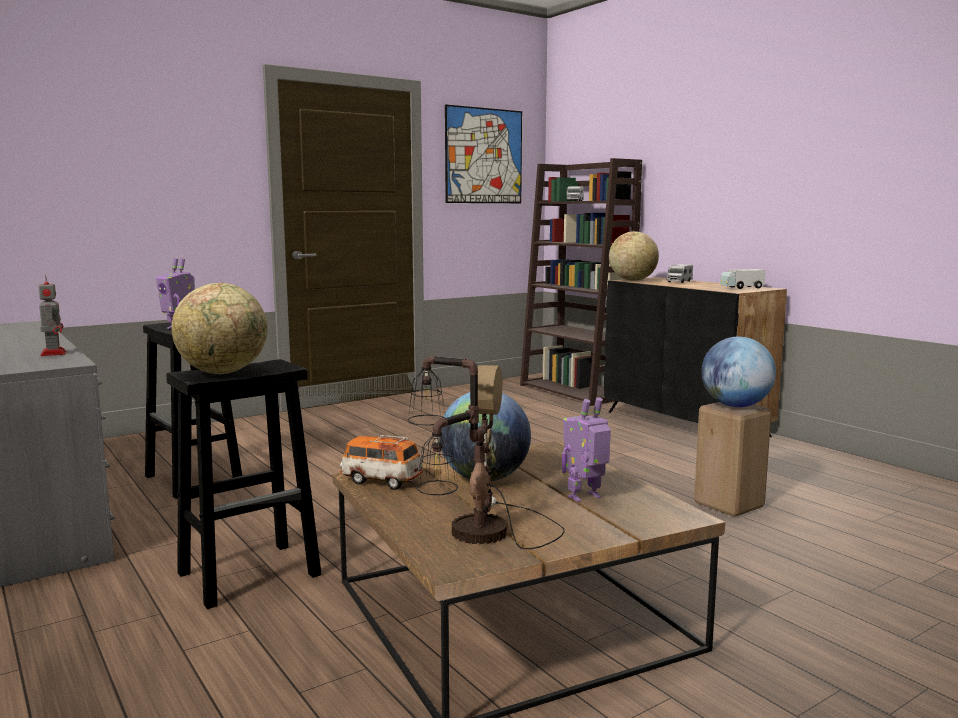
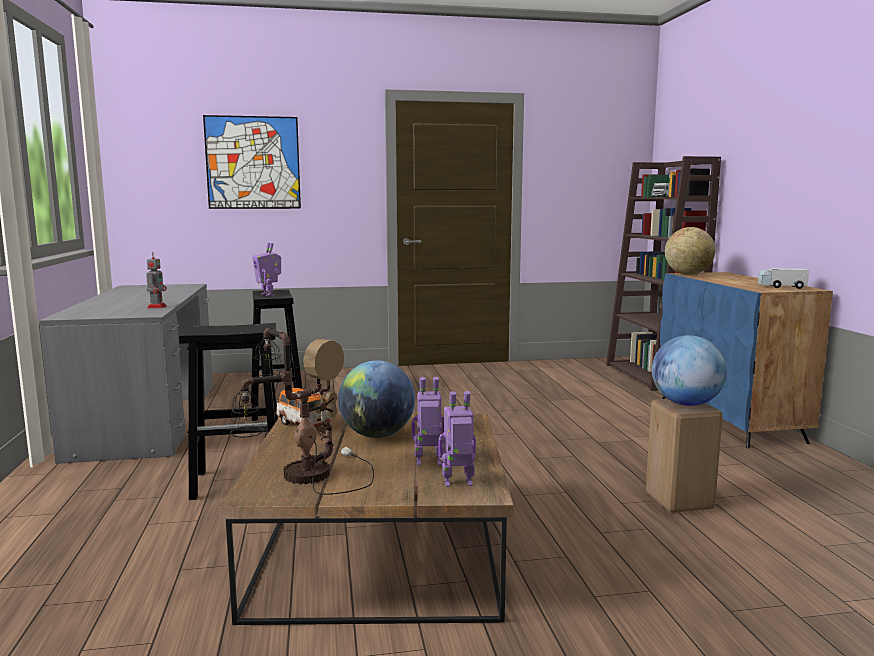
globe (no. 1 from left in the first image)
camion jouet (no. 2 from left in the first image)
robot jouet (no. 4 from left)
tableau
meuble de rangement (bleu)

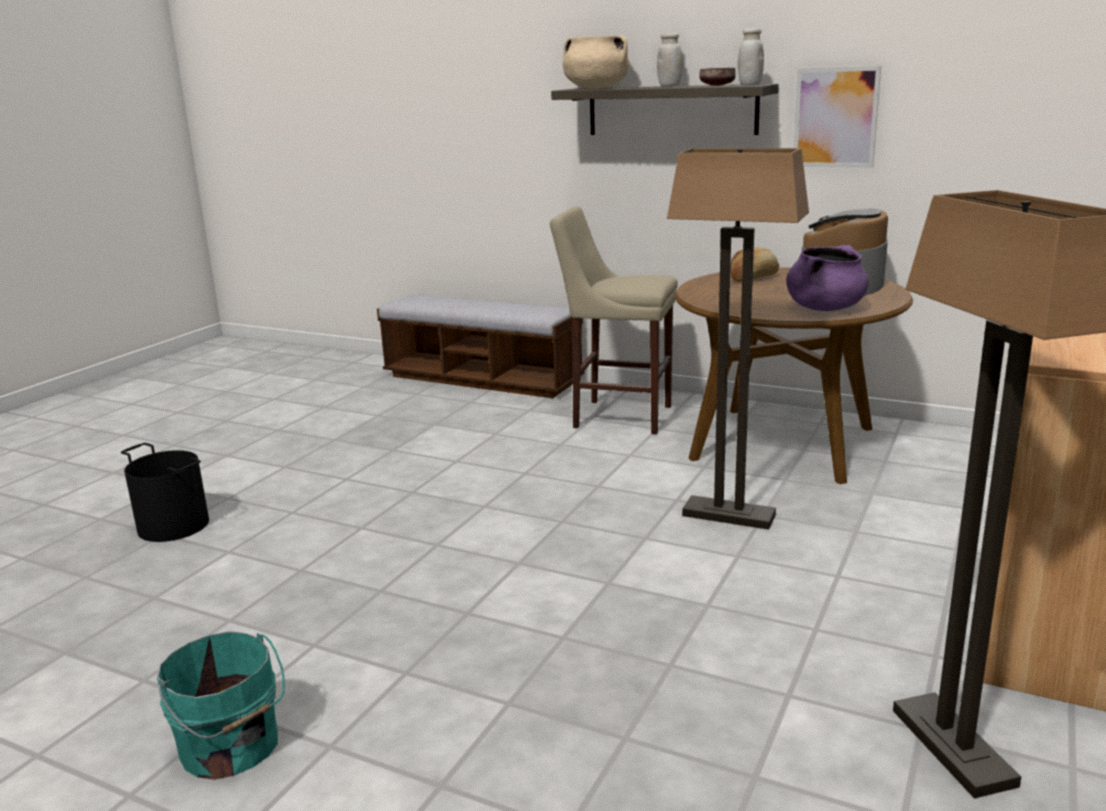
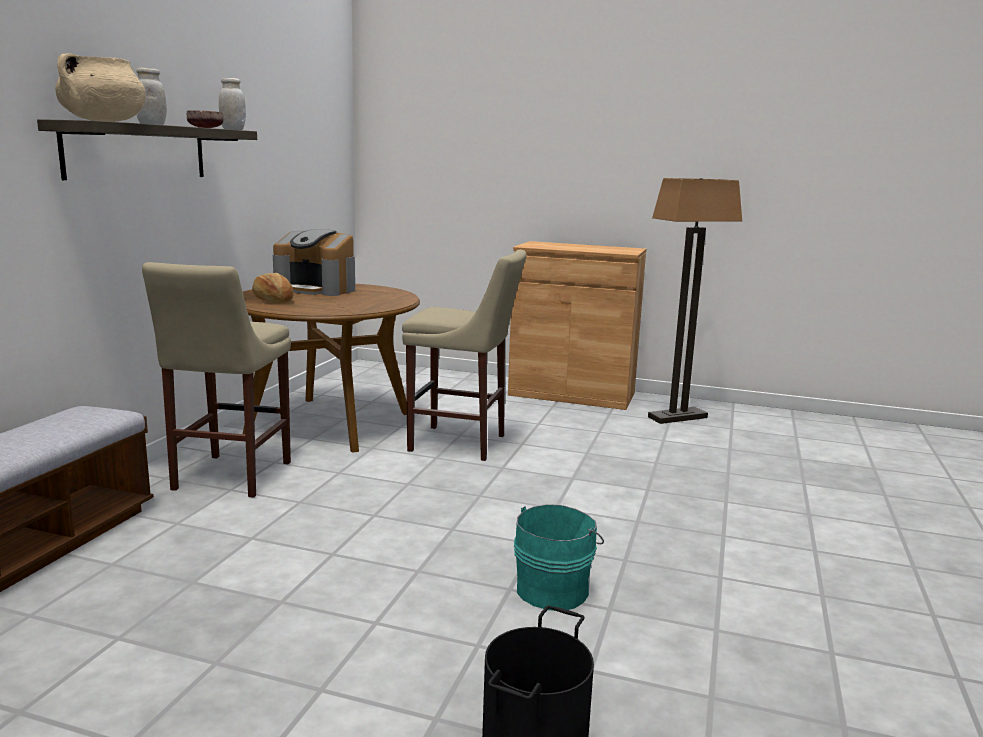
marmite (violet)
tableau
seau (turquoise)
tabouret (beige) (no. 2 from left)

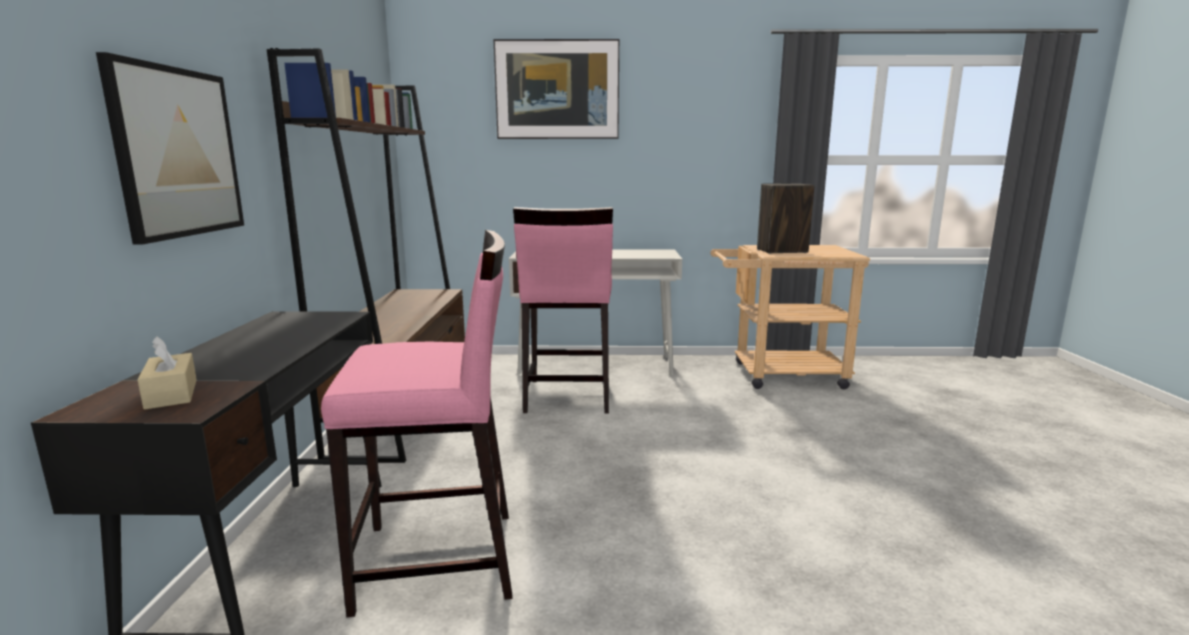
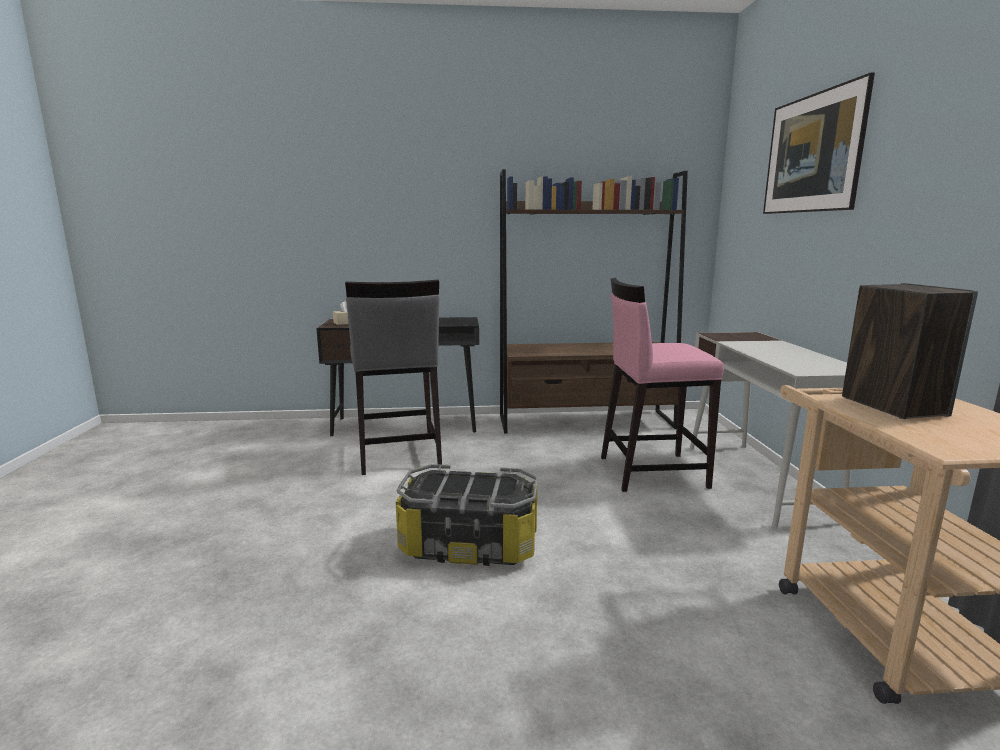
tableau (no. 1 from left in the first image)
boîte de rangement
tabouret (gris)

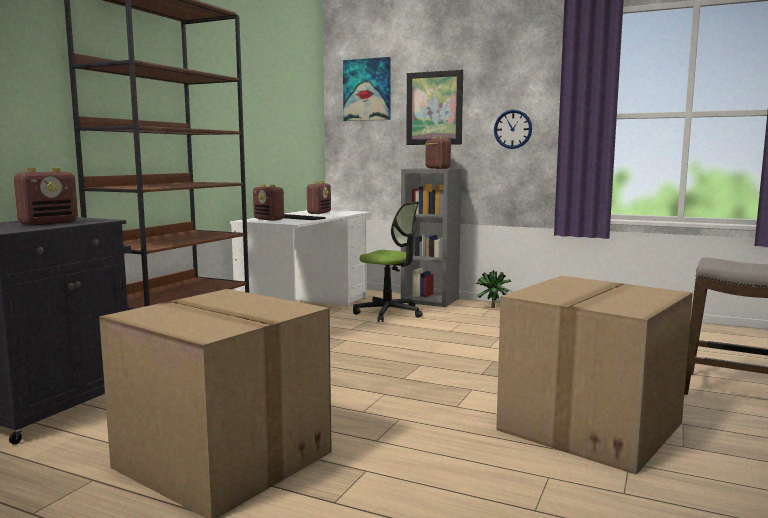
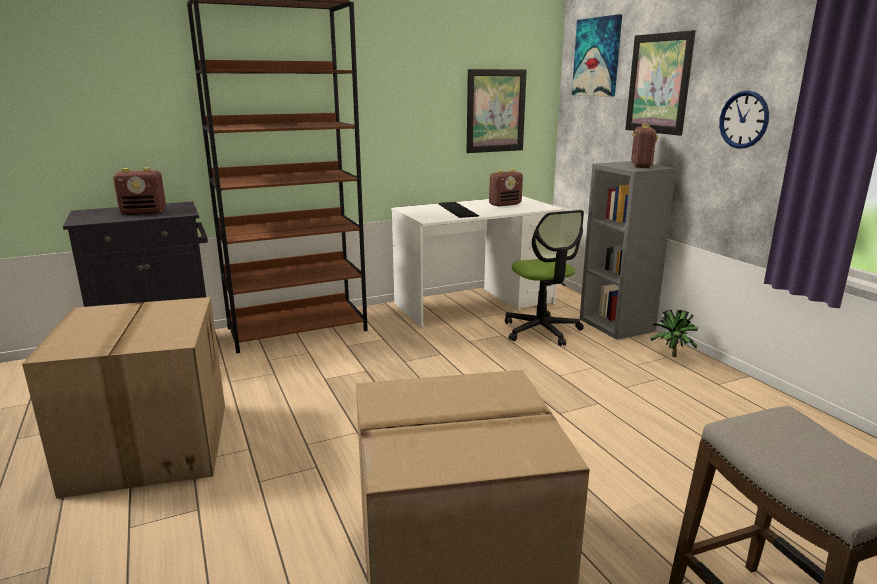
radio (no. 2 from left in the first image)
tableau (no. 1 from left)

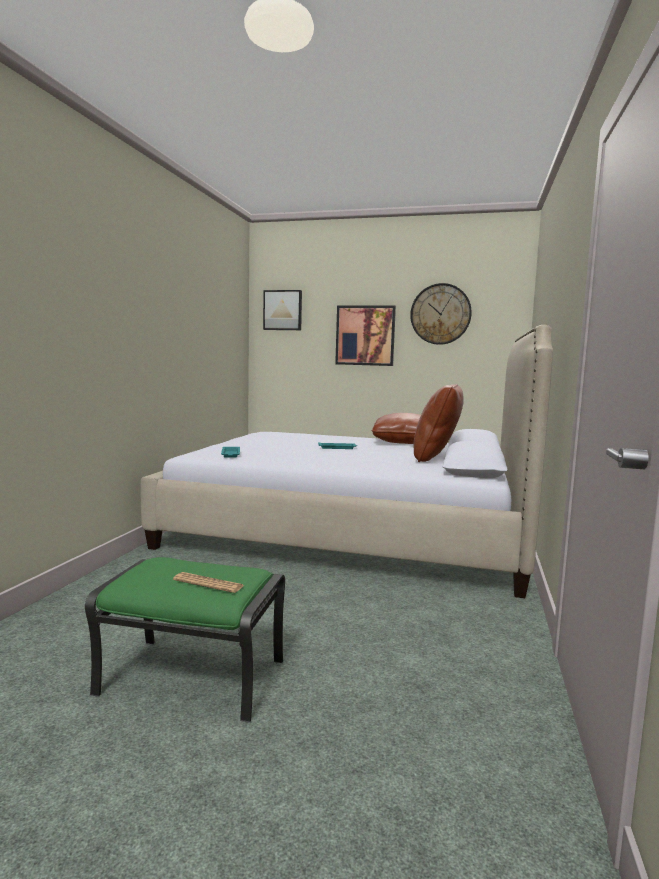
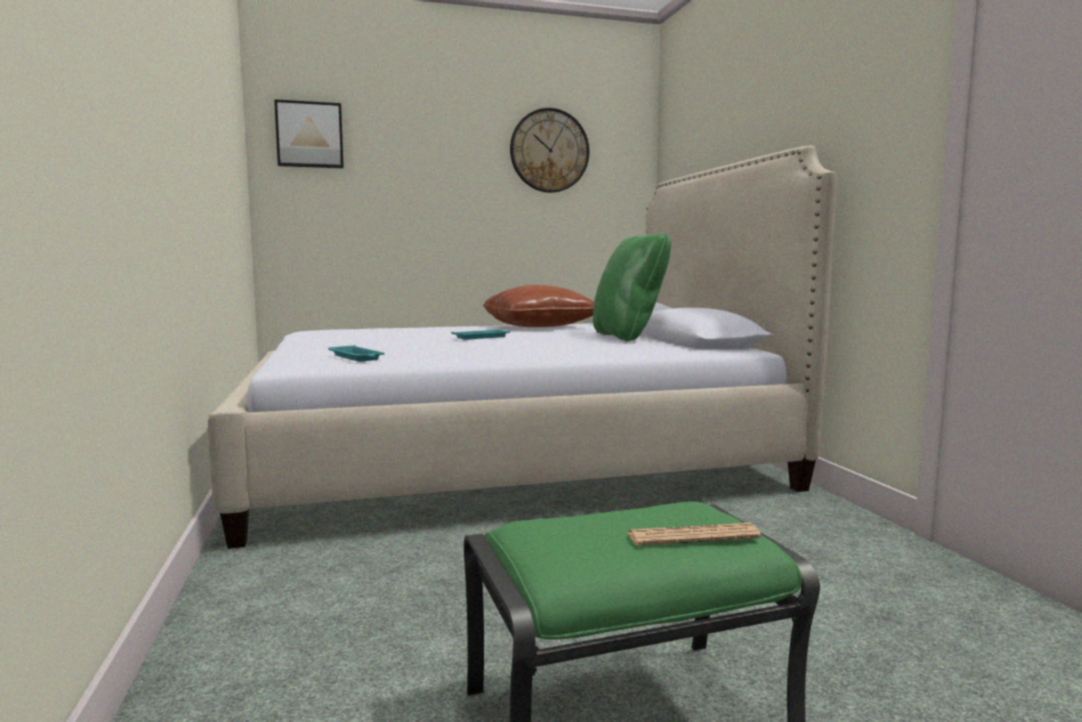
tableau (no. 2 from left in the first image)
coussin (vert)

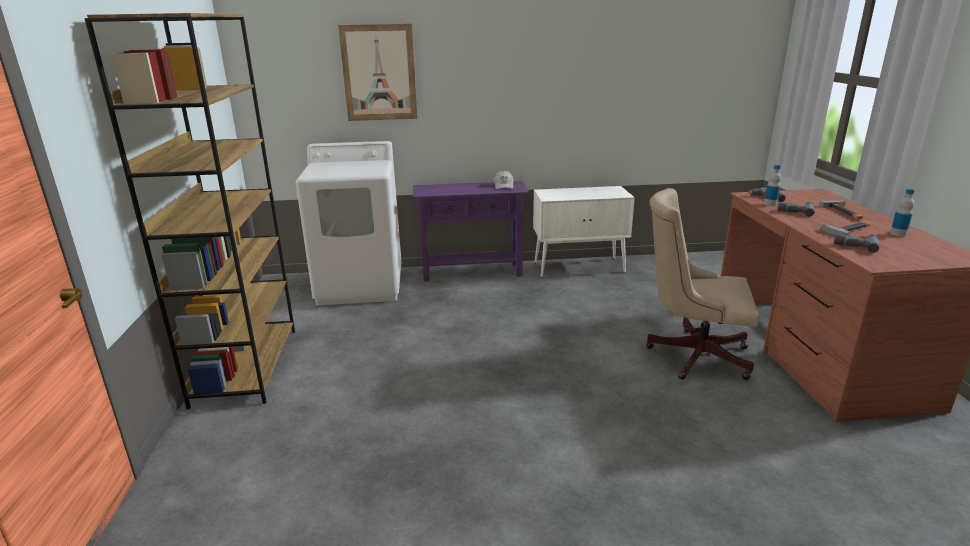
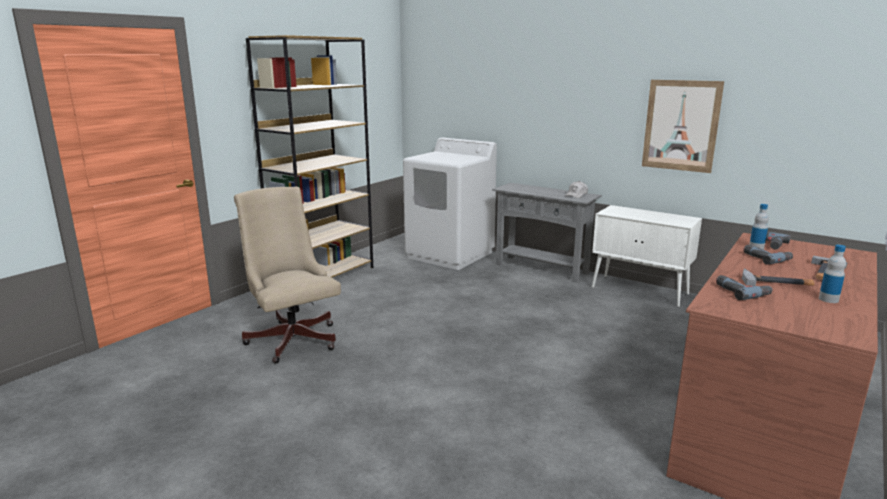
tableau
chaise de bureau (beige)
table console (gris)

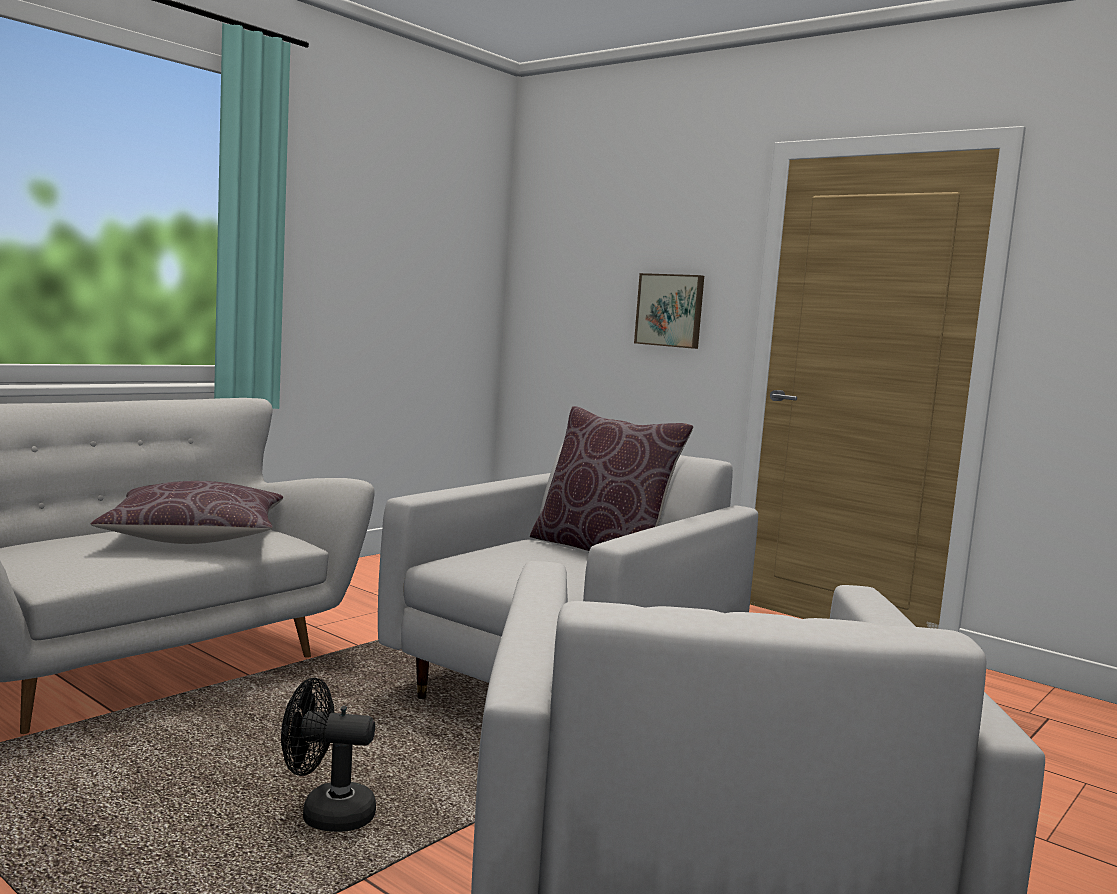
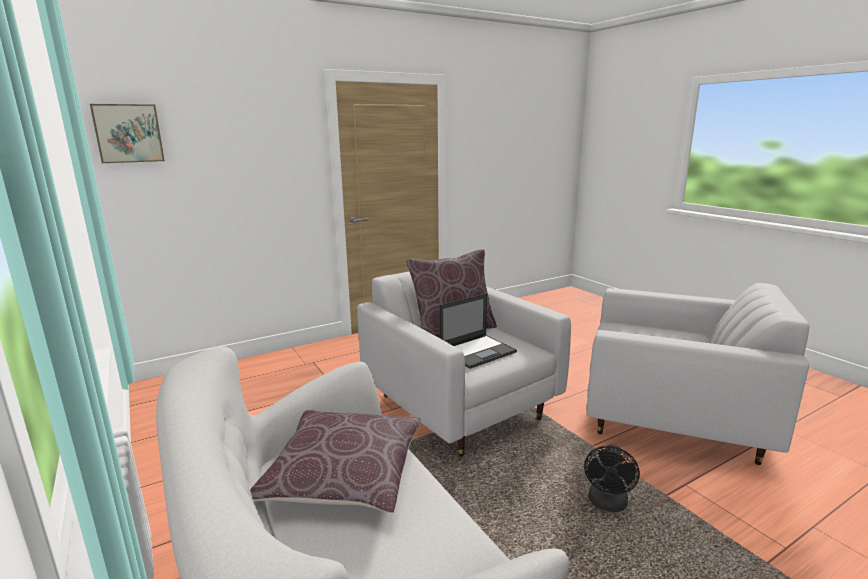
ordinateur portable
tableau

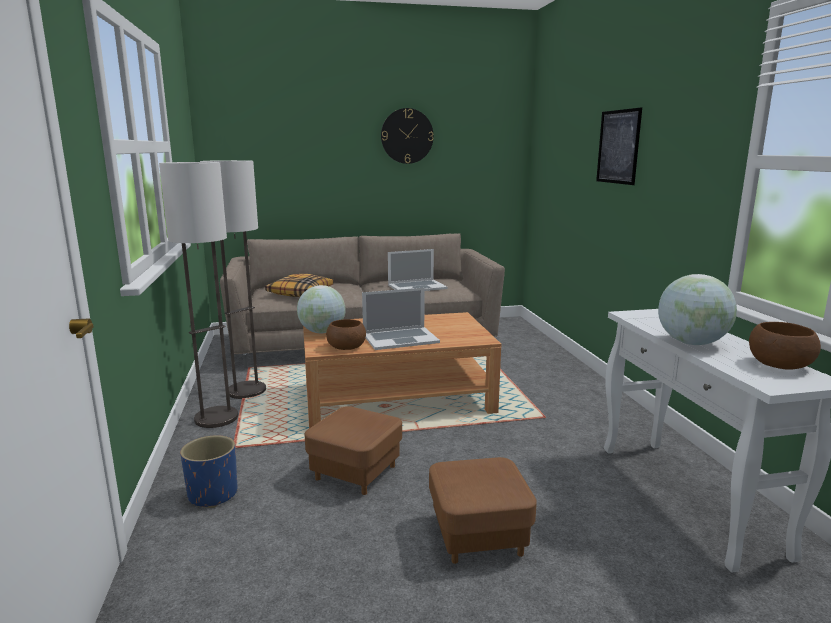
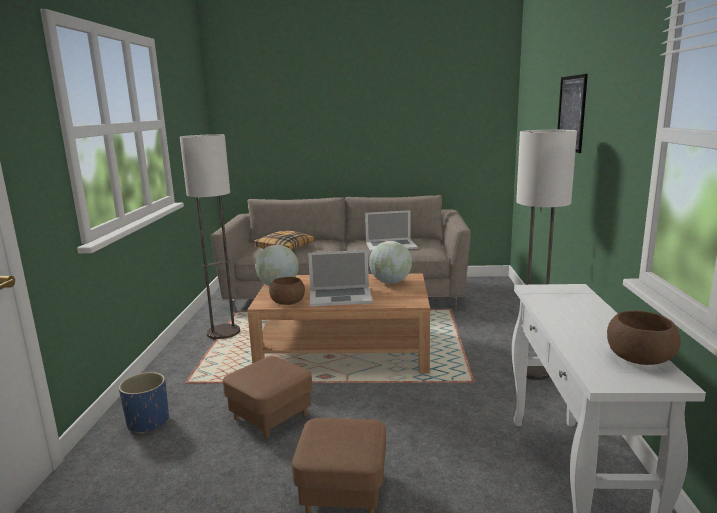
horloge murale
lampadaire (no. 2 from left)
globe (no. 2 from left)

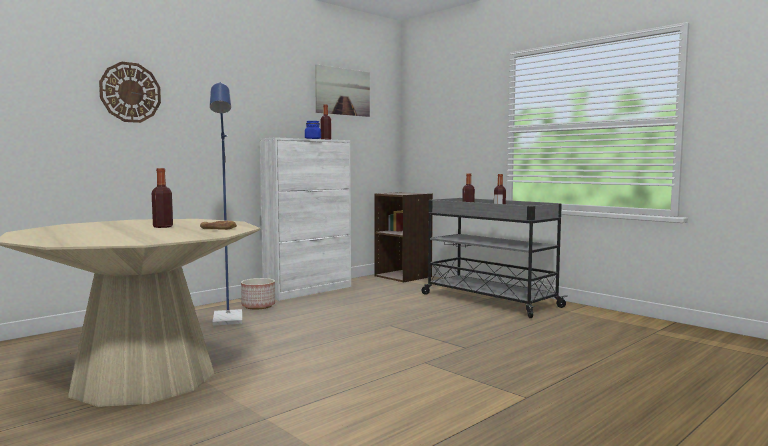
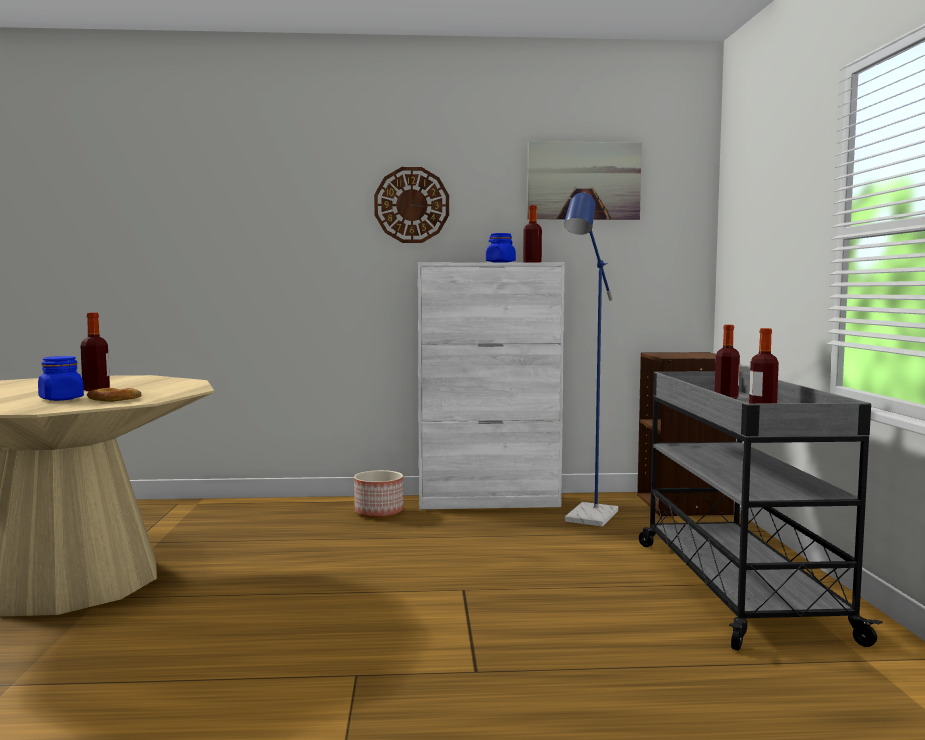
bocal (bleu) (no. 1 from left)
horloge murale
lampadaire (bleu)

